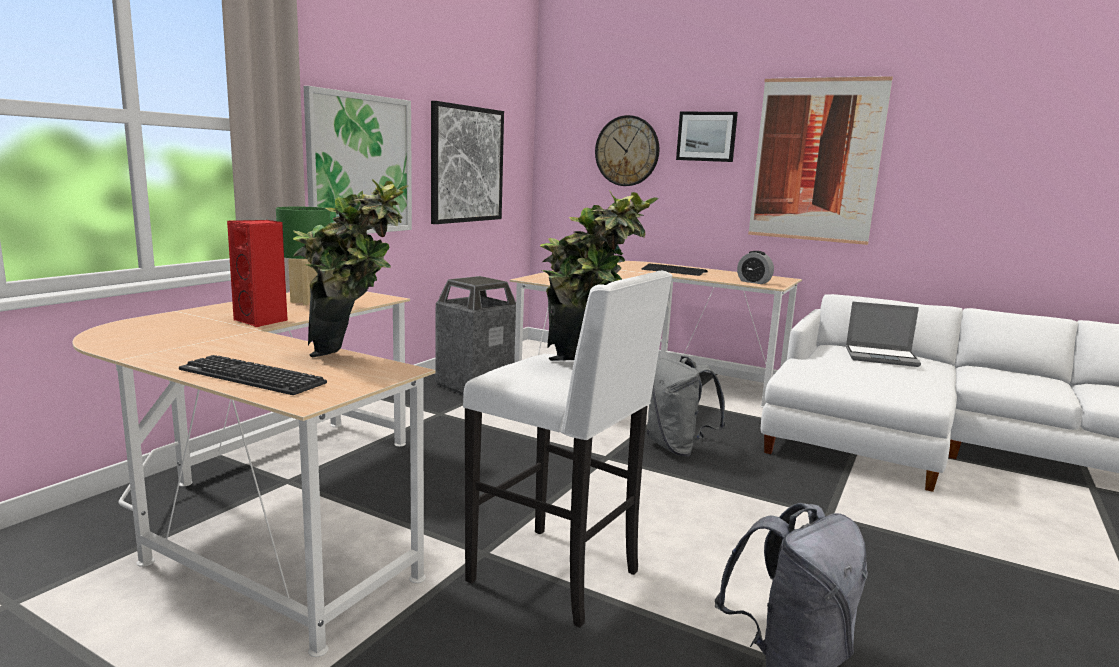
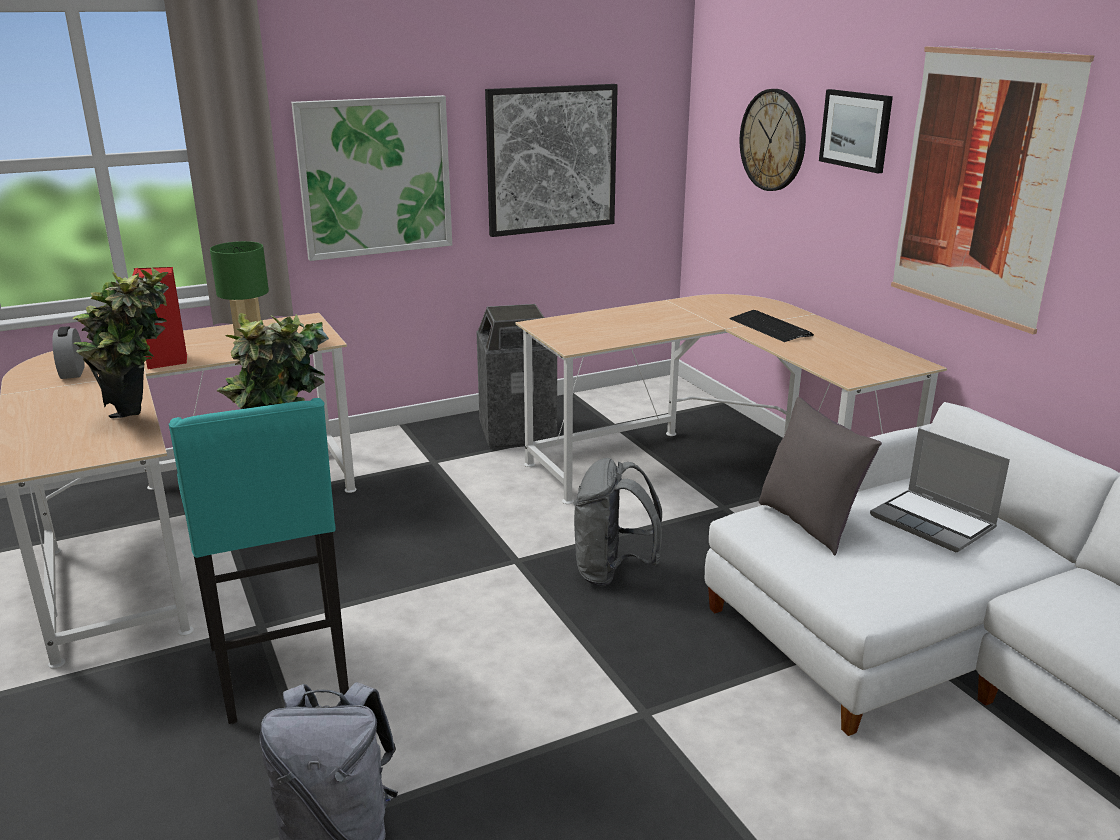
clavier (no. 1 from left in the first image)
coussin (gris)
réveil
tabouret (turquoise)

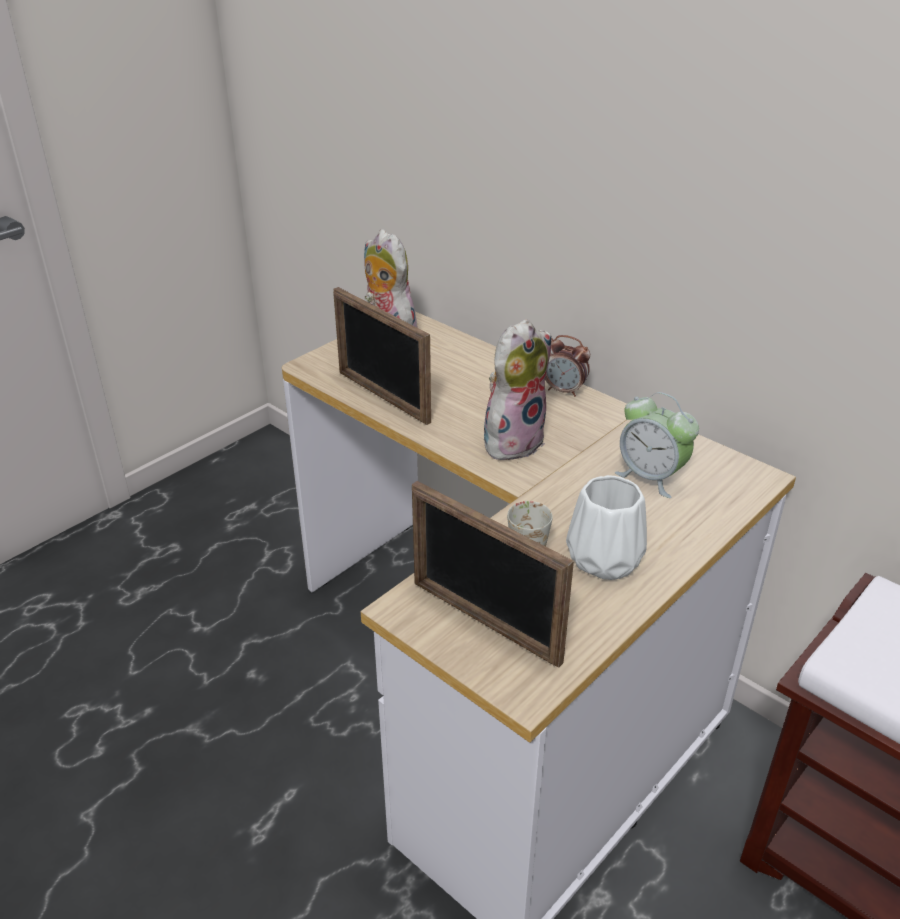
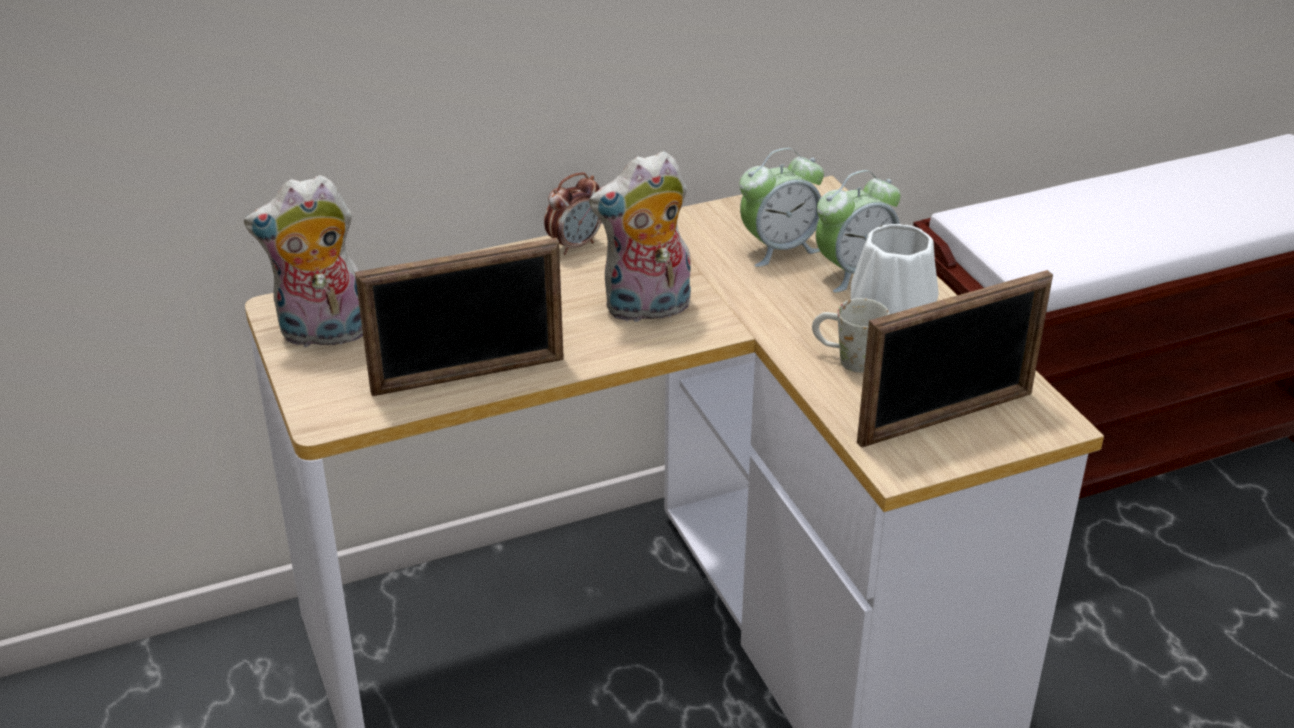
réveil (no. 3 from left)
peluche (no. 2 from left)

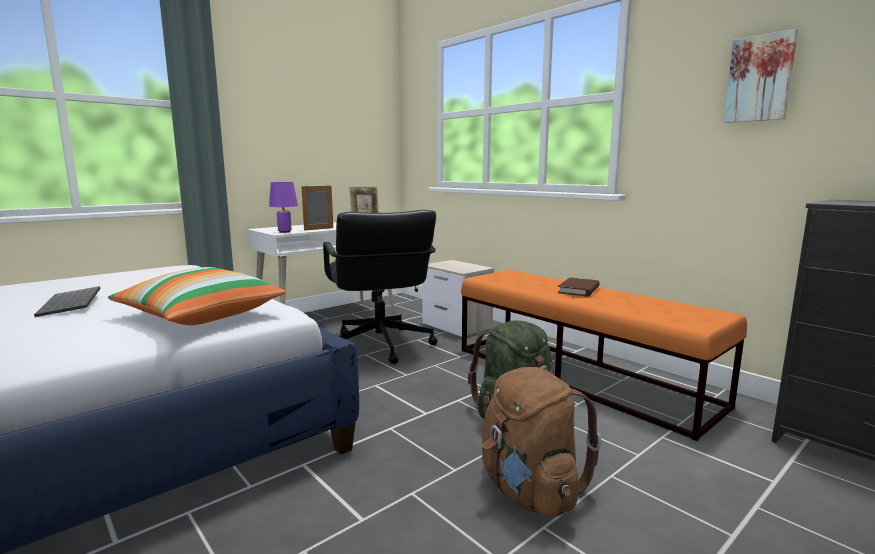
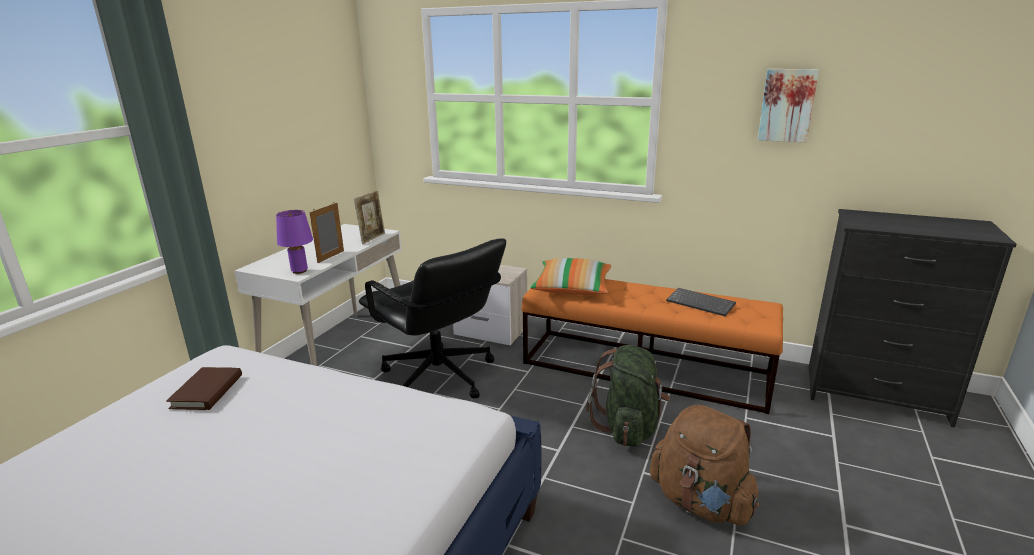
clavier
coussin
livre (marron)

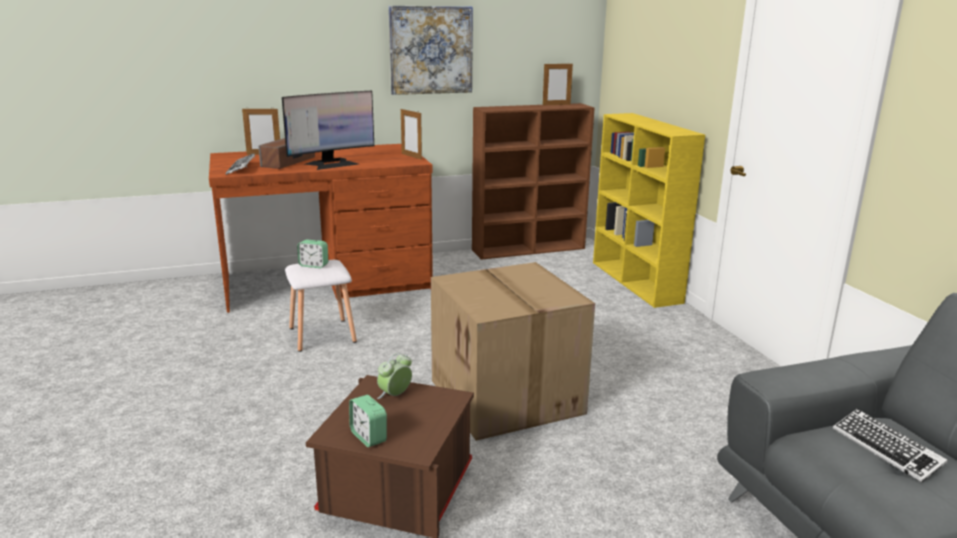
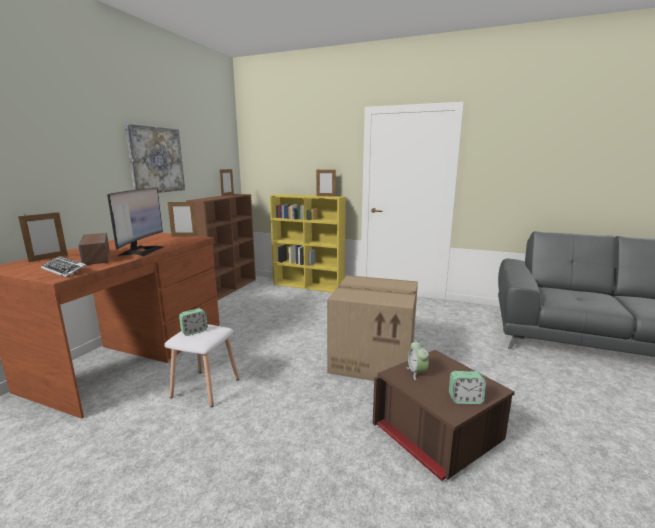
clavier (no. 2 from left in the first image)
cadre photo (no. 4 from left)

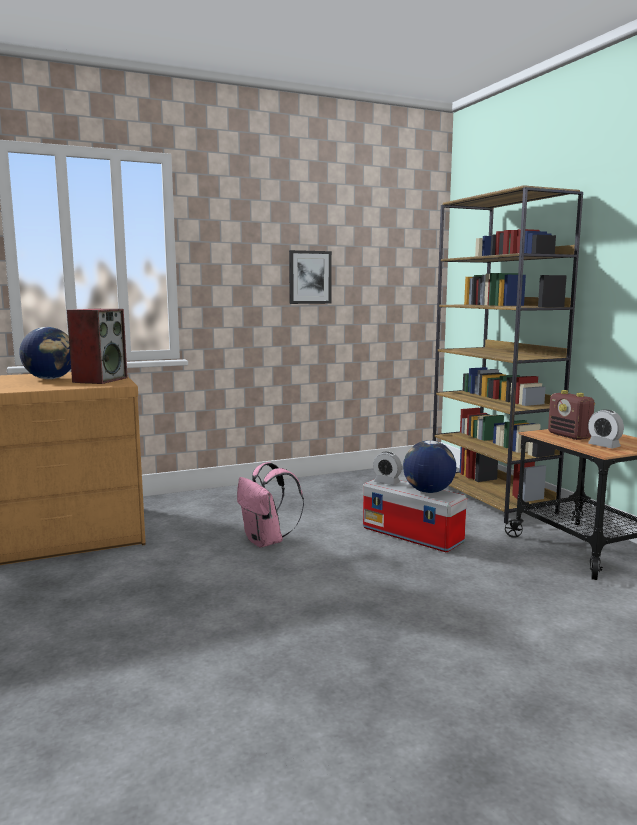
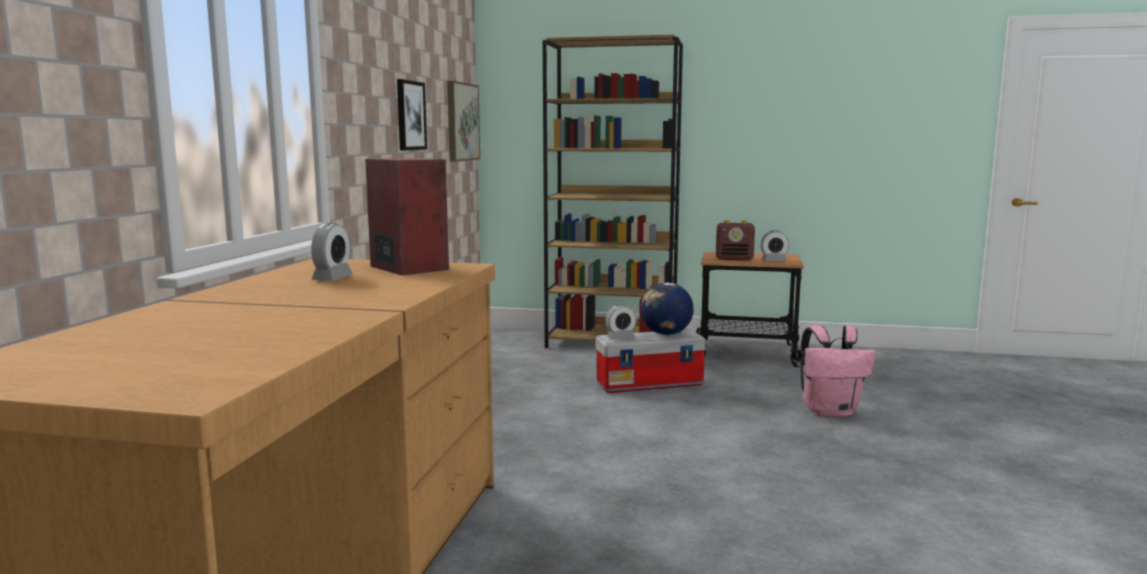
tableau (no. 2 from left)
sac à dos (rose)
réveil (no. 1 from left)

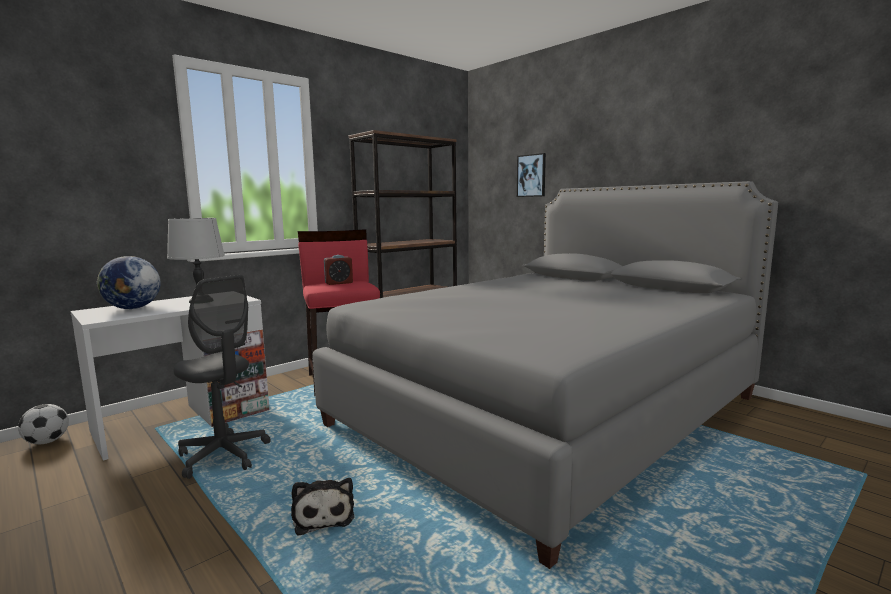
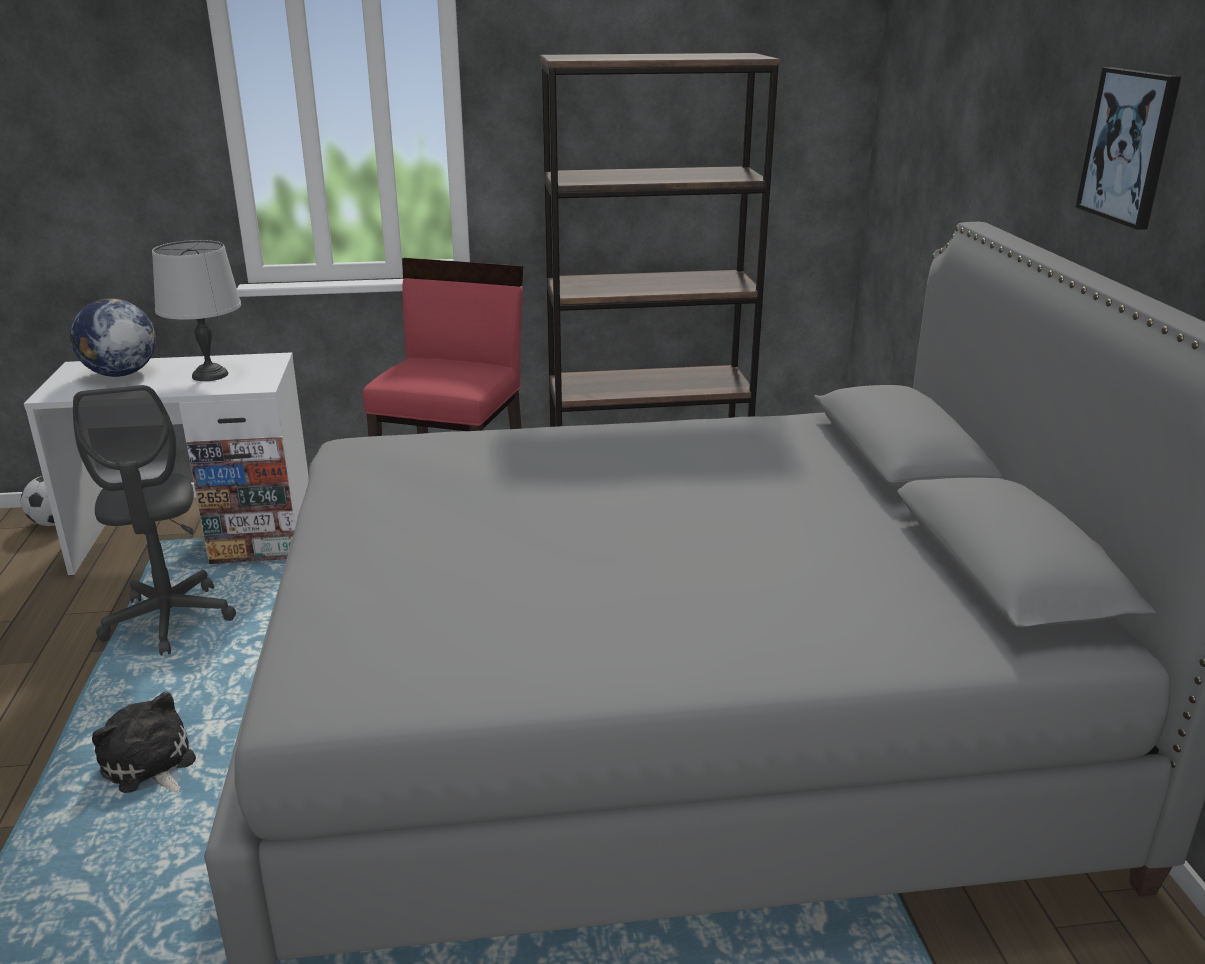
réveil
tableau
peluche

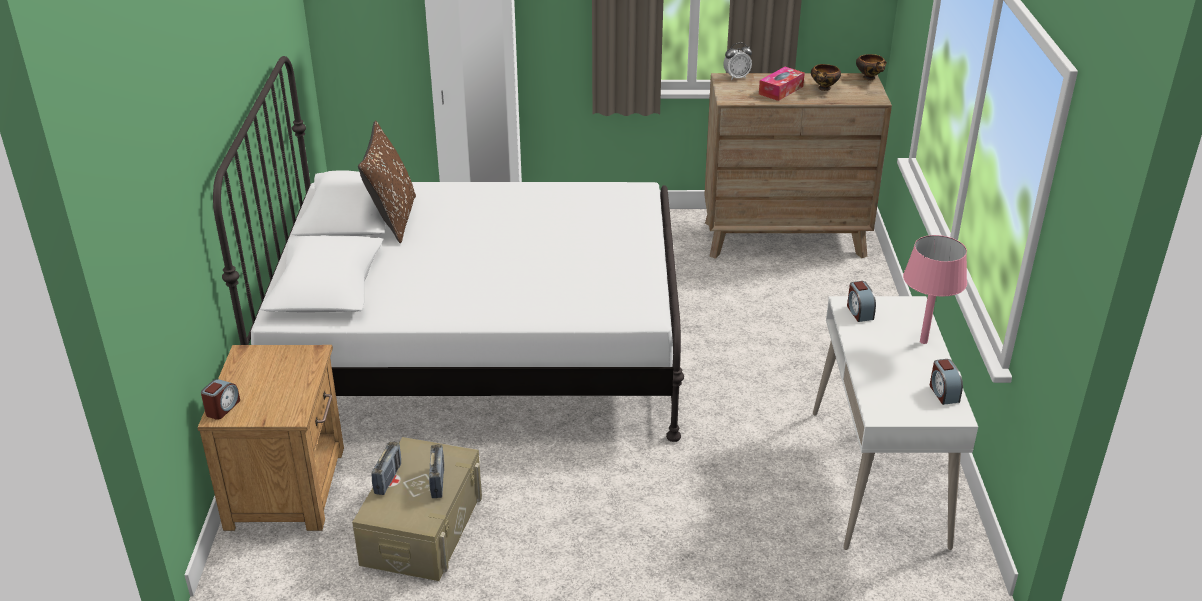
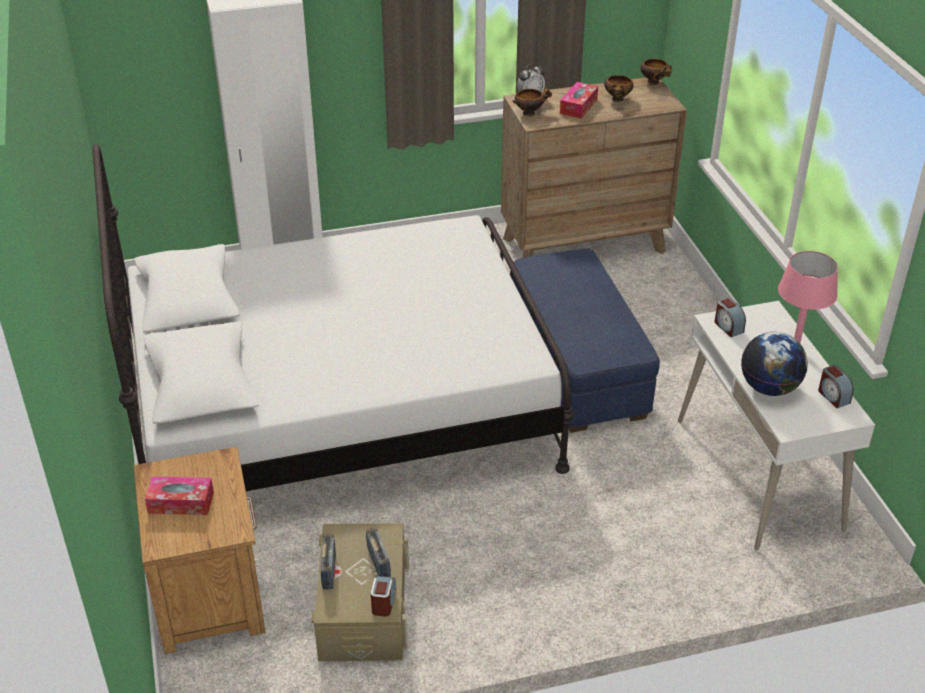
coussin (marron)
boîte à mouchoirs (no. 1 from left)
bol (no. 1 from left)
pouf (bleu)
globe
réveil (no. 1 from left)

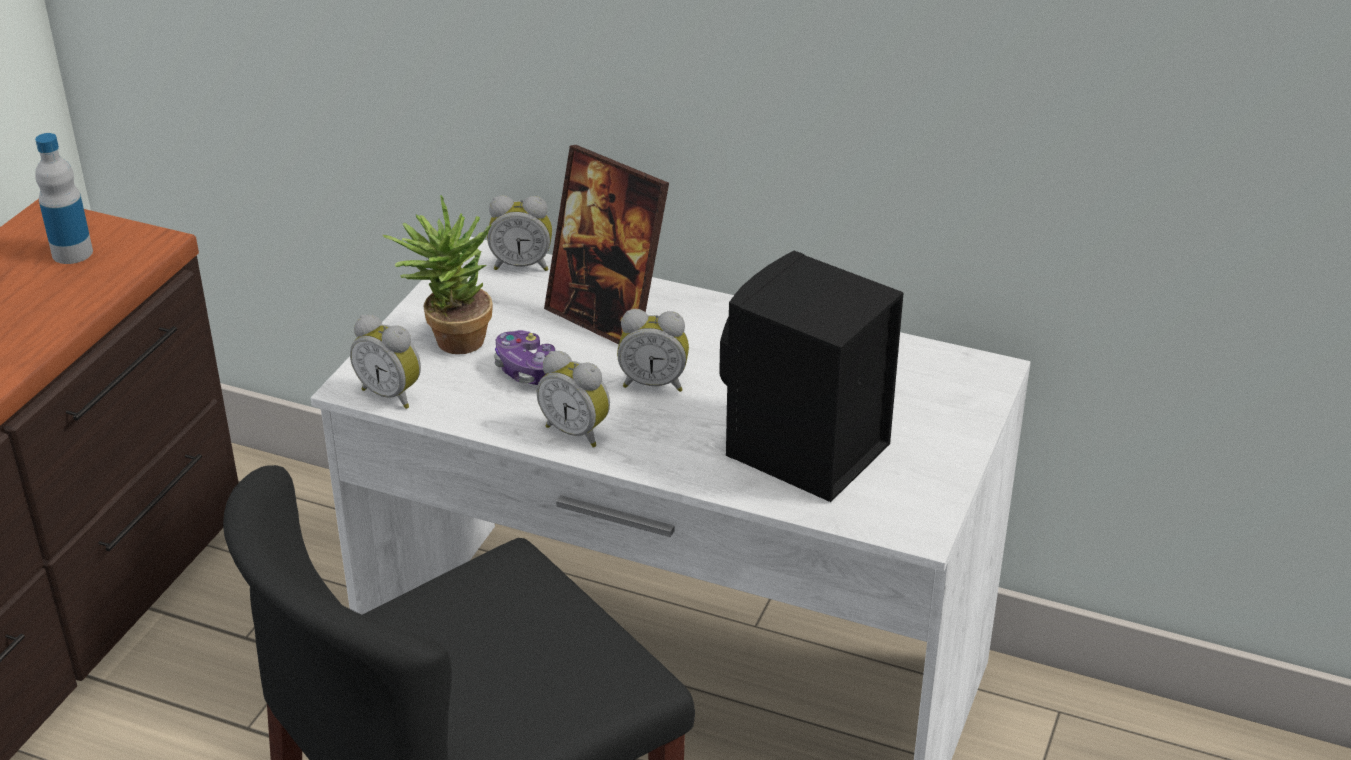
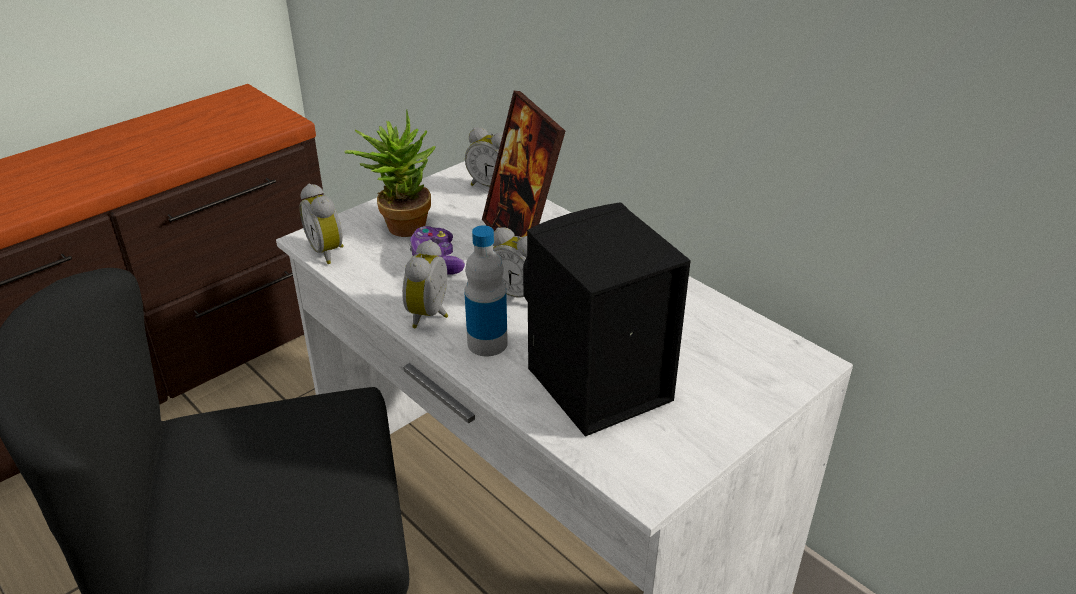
bouteille
réveil (no. 2 from left)

